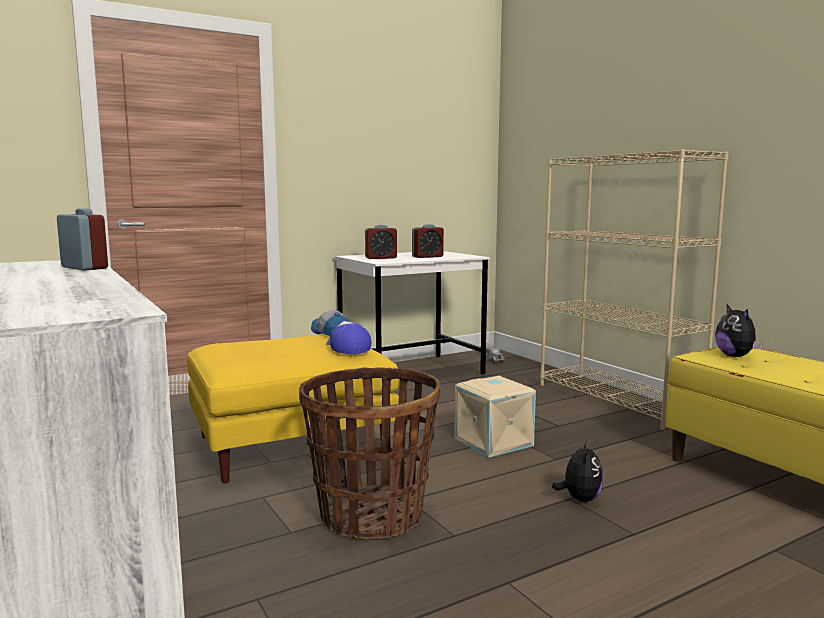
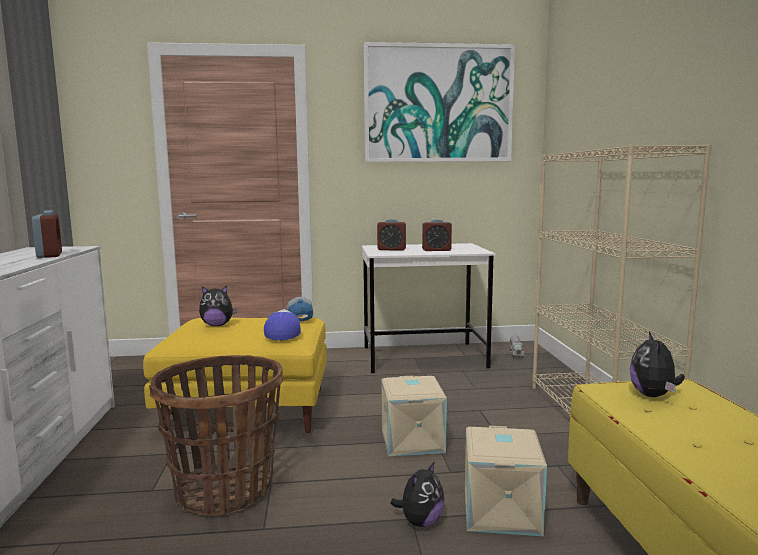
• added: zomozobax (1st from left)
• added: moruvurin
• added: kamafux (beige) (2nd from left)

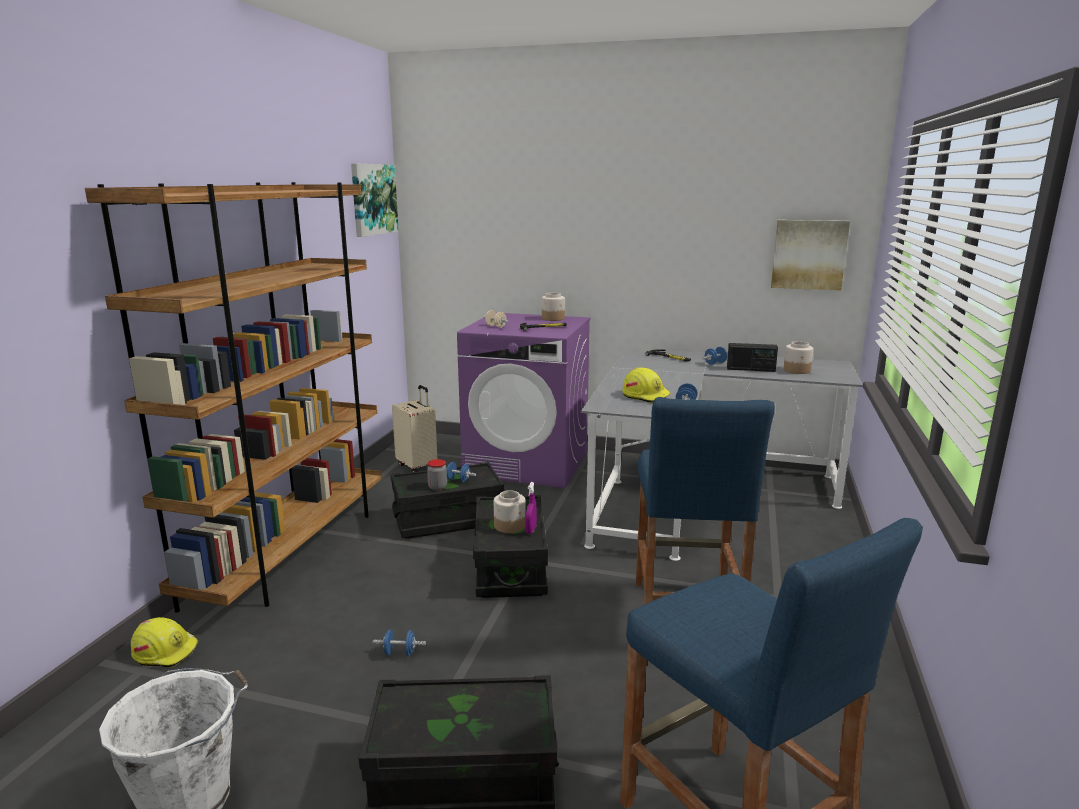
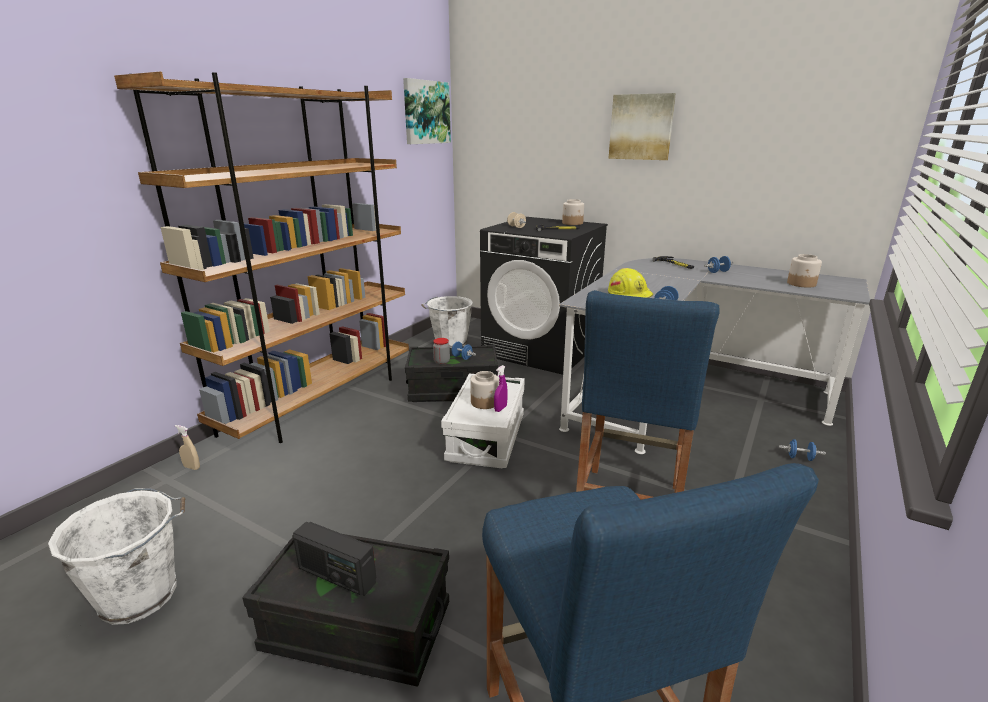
• replaced: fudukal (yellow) (1st from left) to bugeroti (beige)
• moved: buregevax
• replaced: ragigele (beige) to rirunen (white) (2nd from left)
• recoloured: kamafux (black) (3rd from left) to kamafux (white)
• recoloured: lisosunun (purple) to lisosunun (black)
• moved: moruvurin (2nd from left)
• moved: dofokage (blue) (1st from left in the first image) to dofokage (blue) (4th from left)

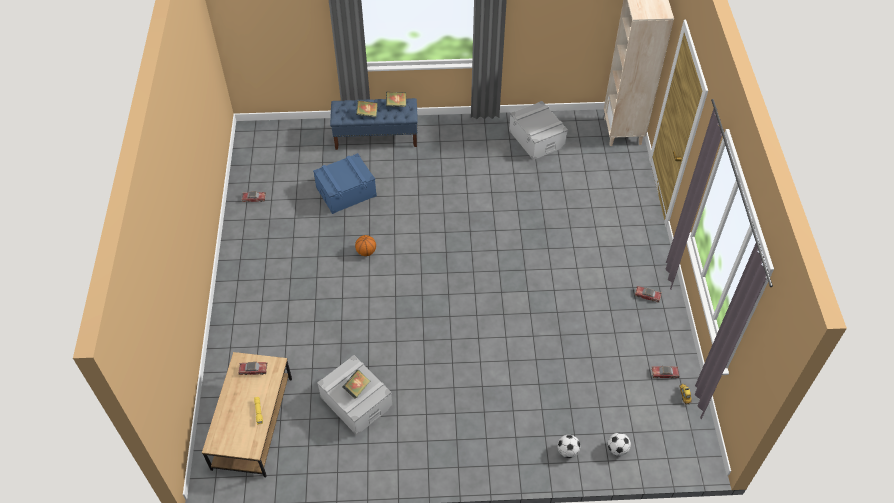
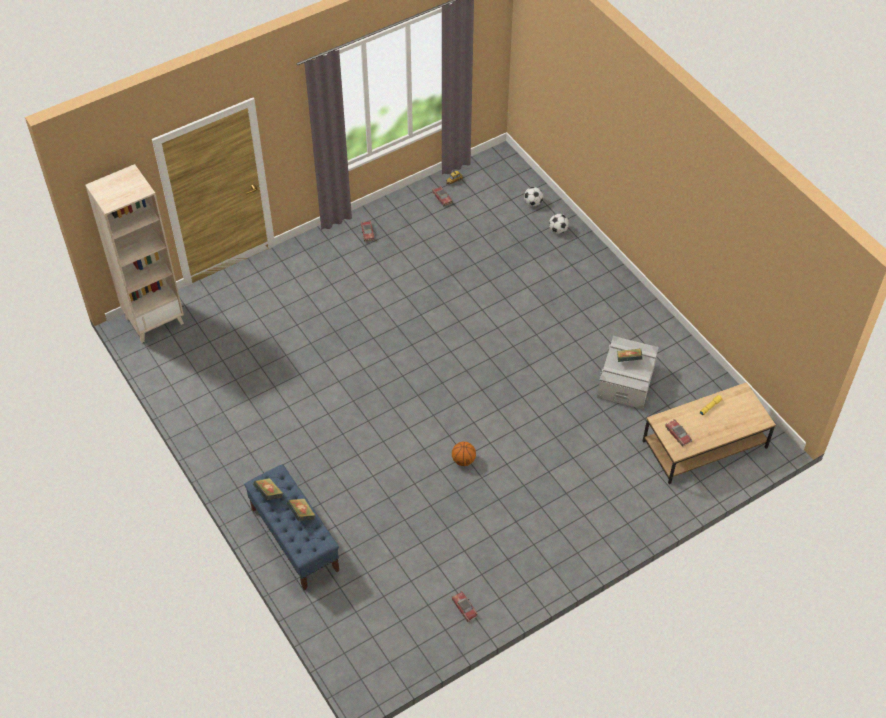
• removed: kamafux (blue)
• removed: kamafux (grey) (2nd from left)

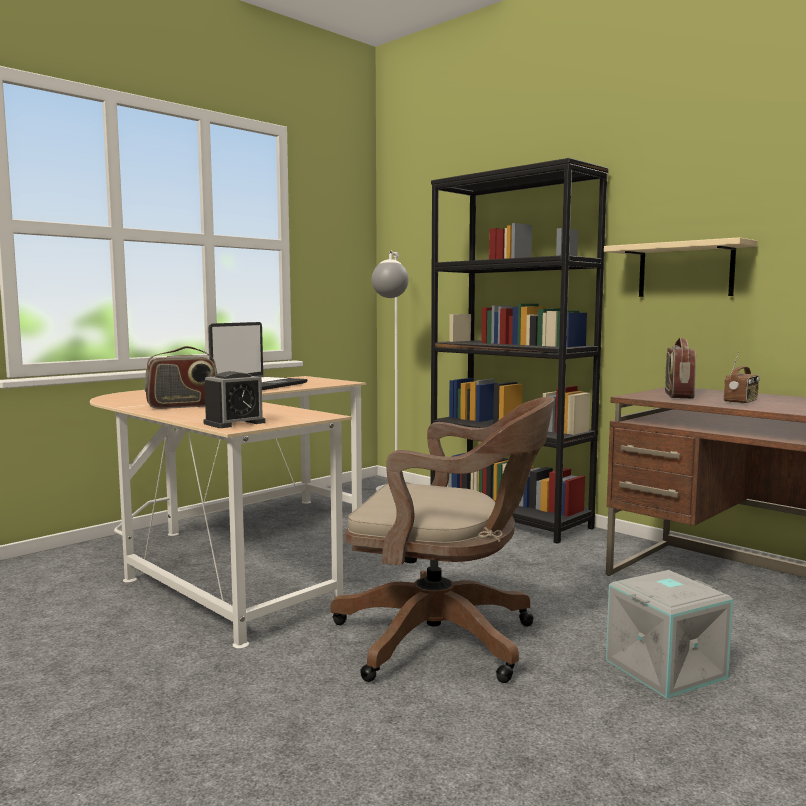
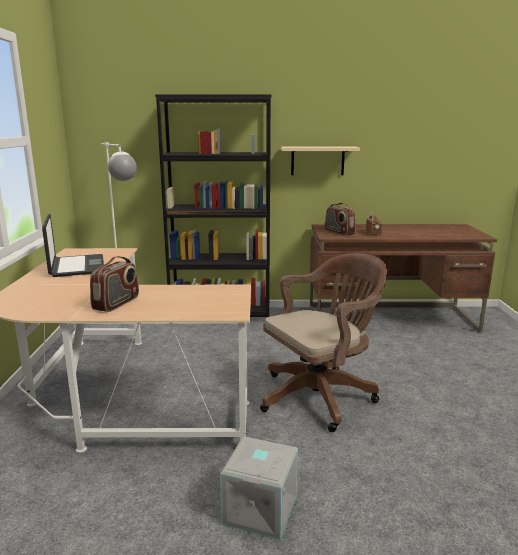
• moved: kamafux (grey)
• removed: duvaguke

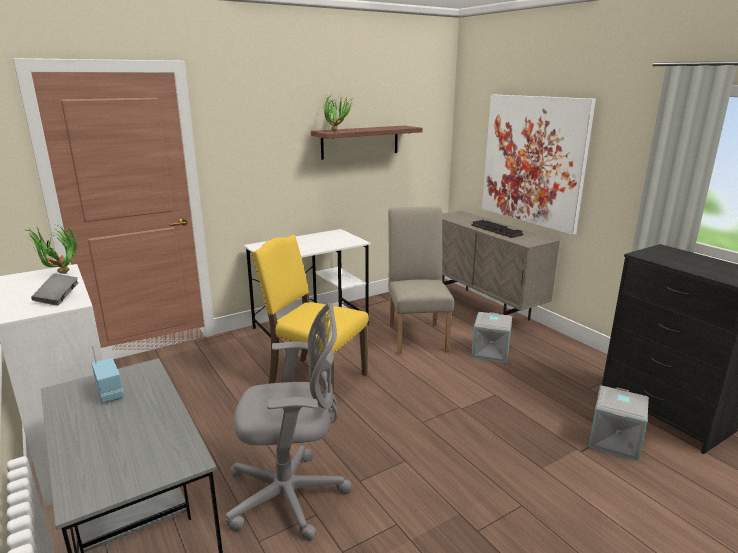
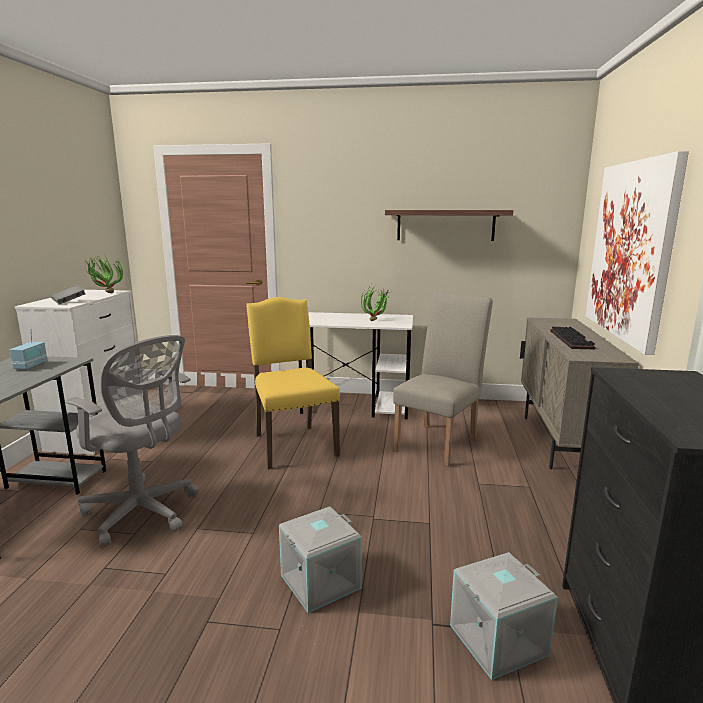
• moved: kamafux (grey) (1st from left)
• moved: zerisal (2nd from left)

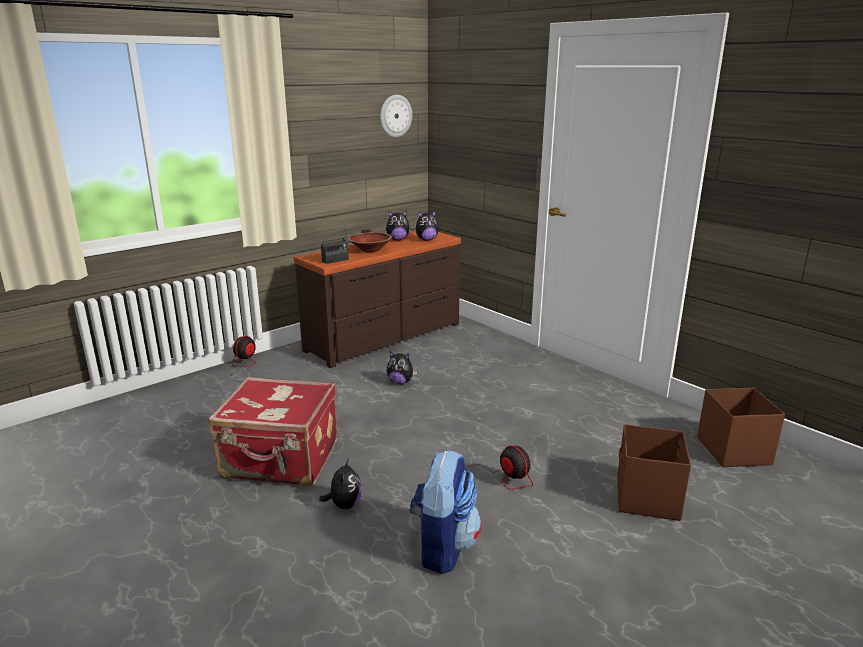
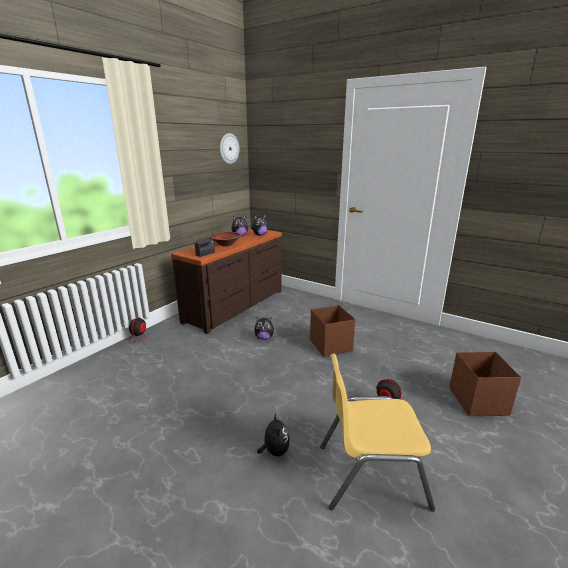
• moved: kamafux (brown) (2nd from left in the first image) to kamafux (brown) (1st from left)
• replaced: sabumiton to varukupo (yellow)
• removed: ragigele (red)

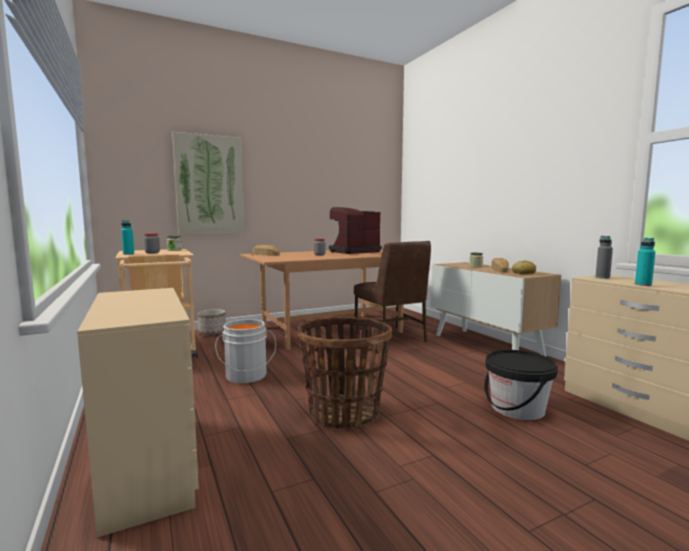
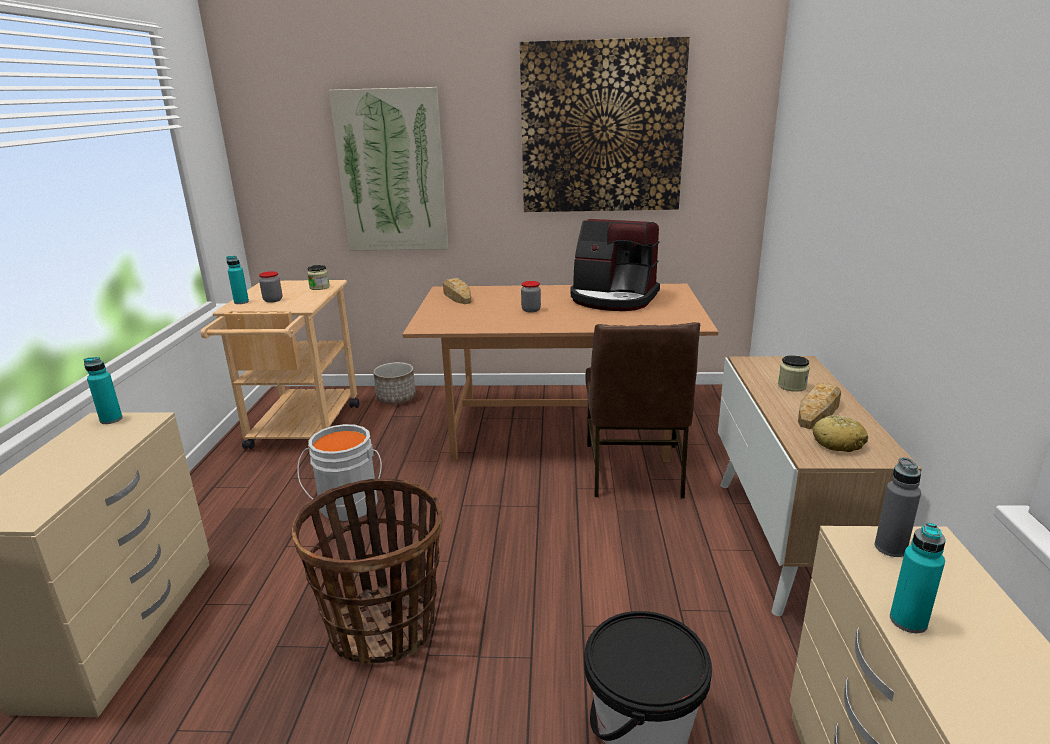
• added: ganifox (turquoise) (1st from left)
• added: moruvurin (2nd from left)
• turned: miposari 150 degrees counterclockwise

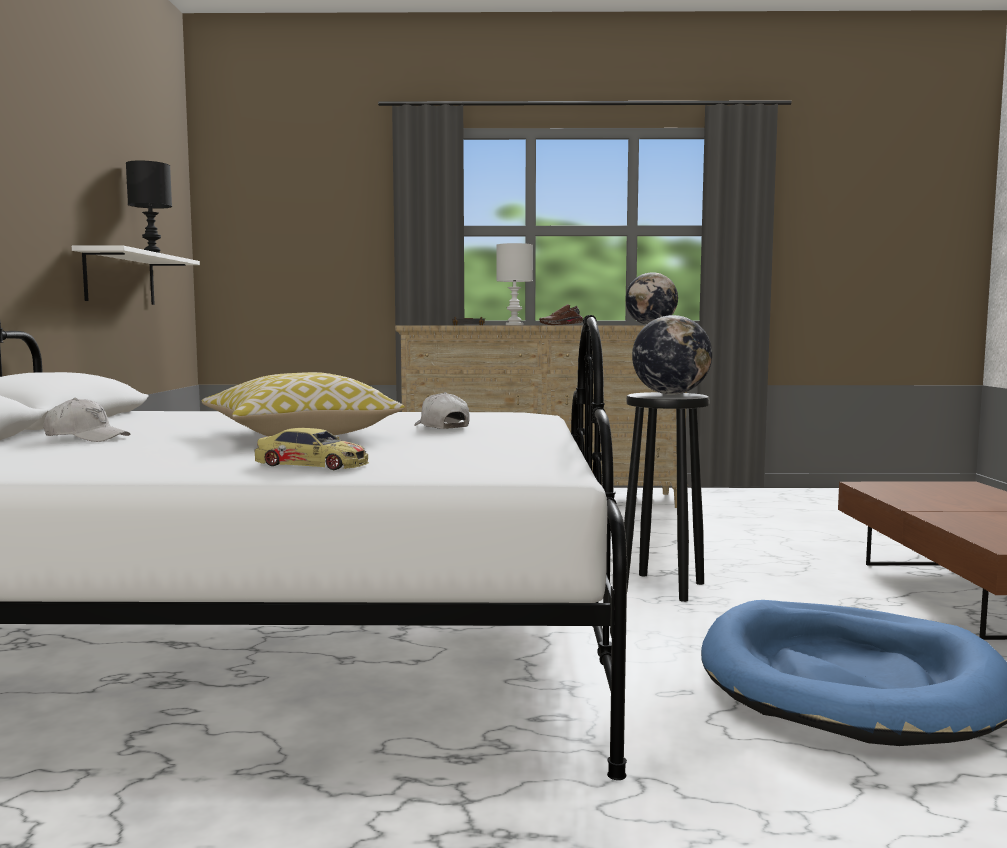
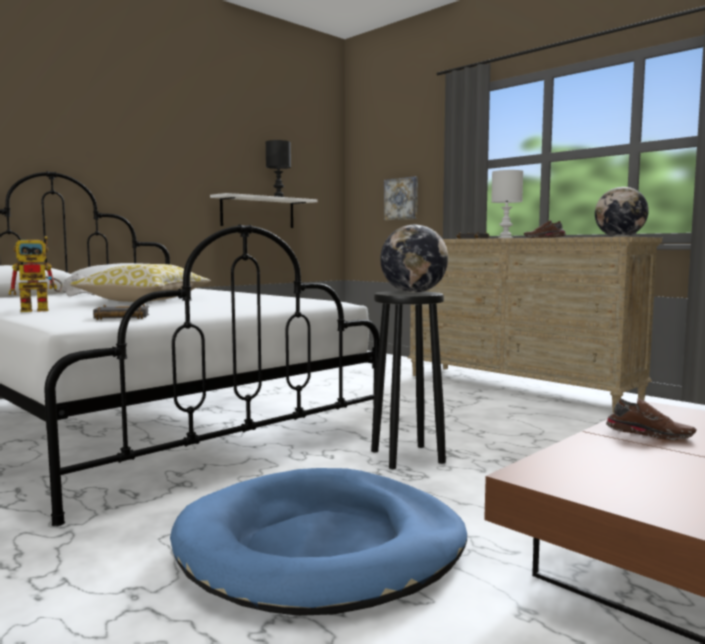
• replaced: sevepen to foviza
• added: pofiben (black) (1st from left)
• added: moruvurin
• added: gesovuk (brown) (2nd from left)
• removed: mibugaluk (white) (2nd from left)

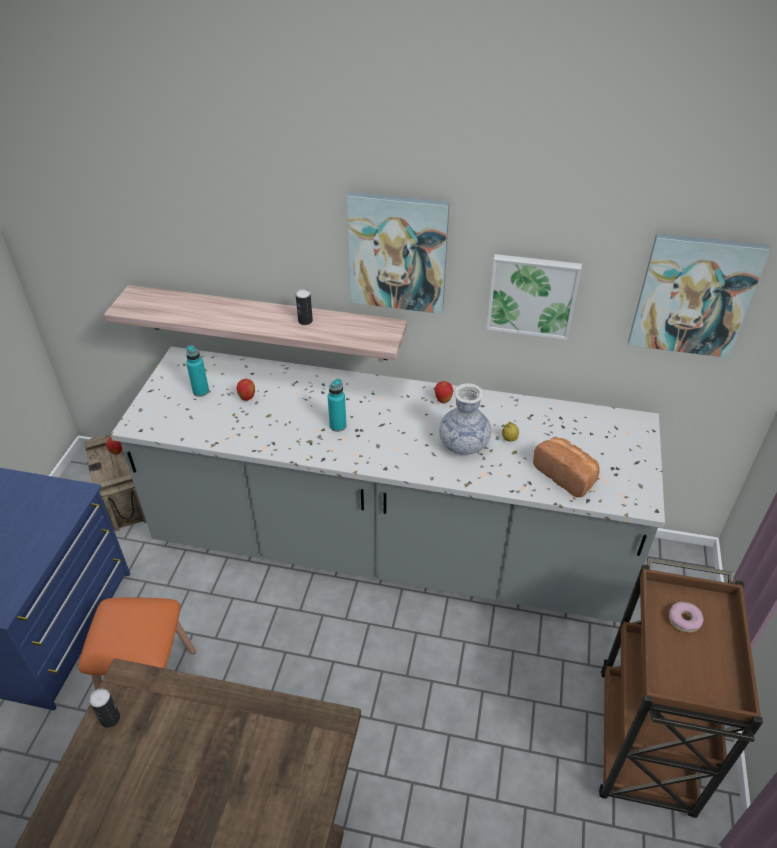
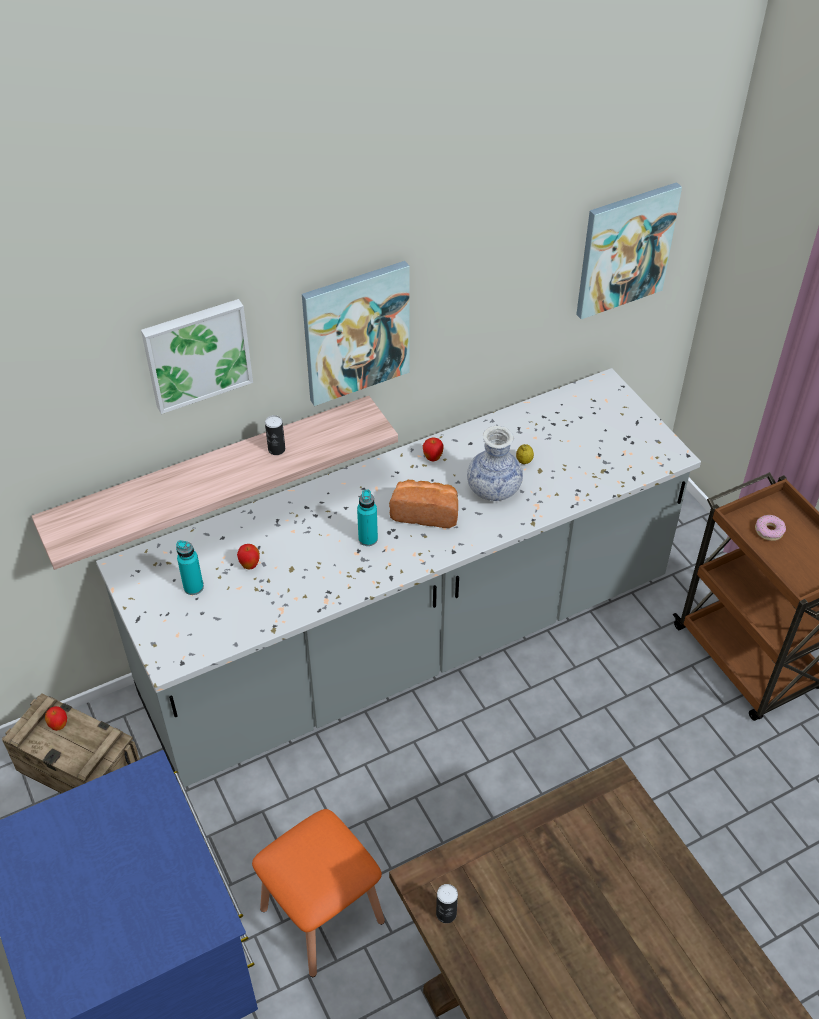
• moved: moruvurin (2nd from left in the first image) to moruvurin (1st from left)
• moved: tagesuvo

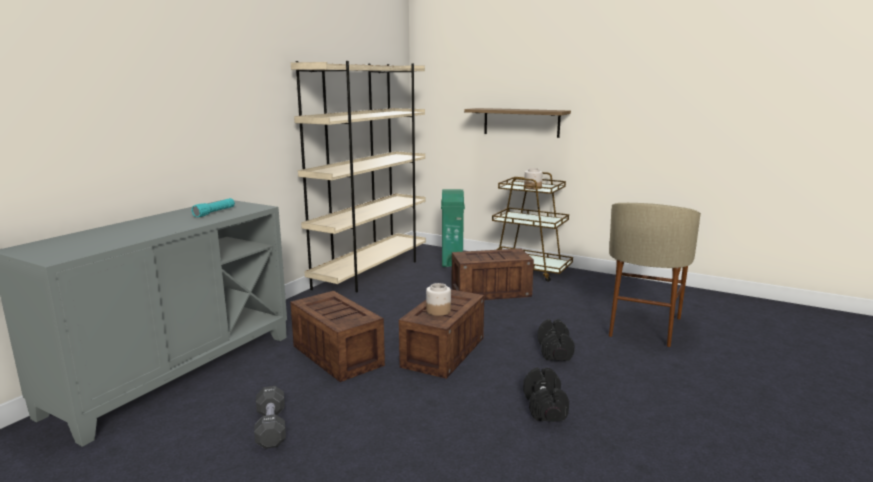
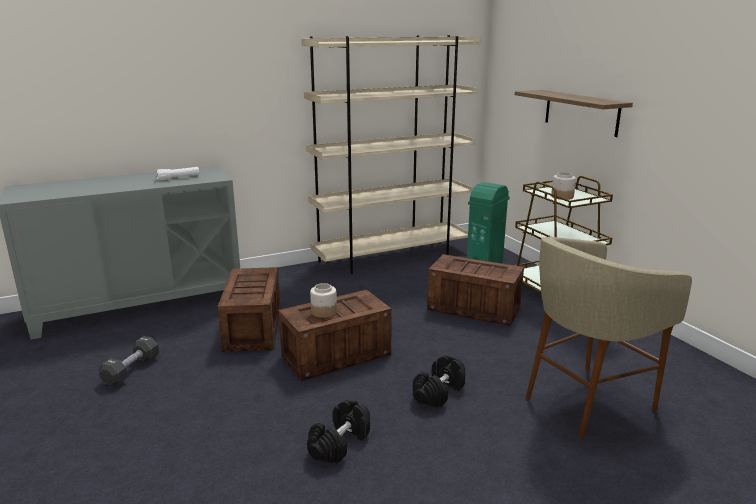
• recoloured: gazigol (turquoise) to gazigol (white)

